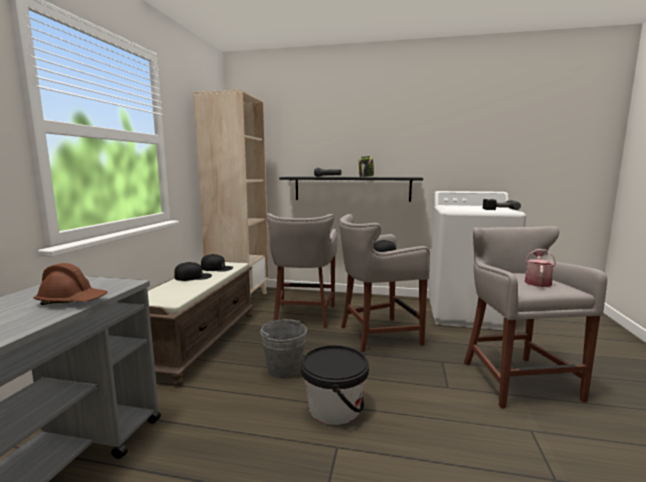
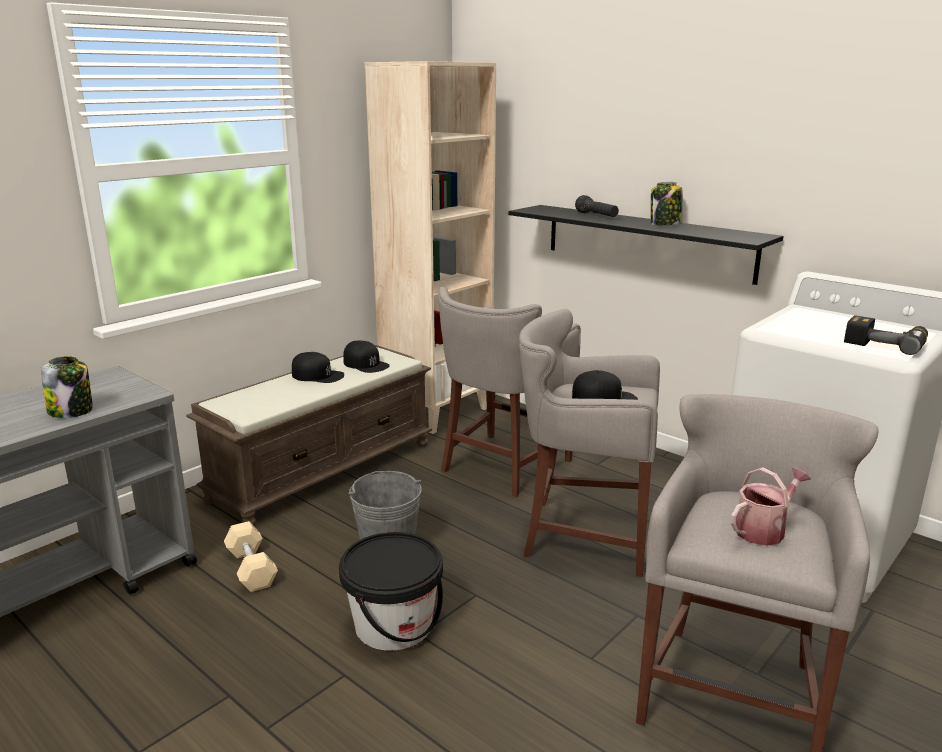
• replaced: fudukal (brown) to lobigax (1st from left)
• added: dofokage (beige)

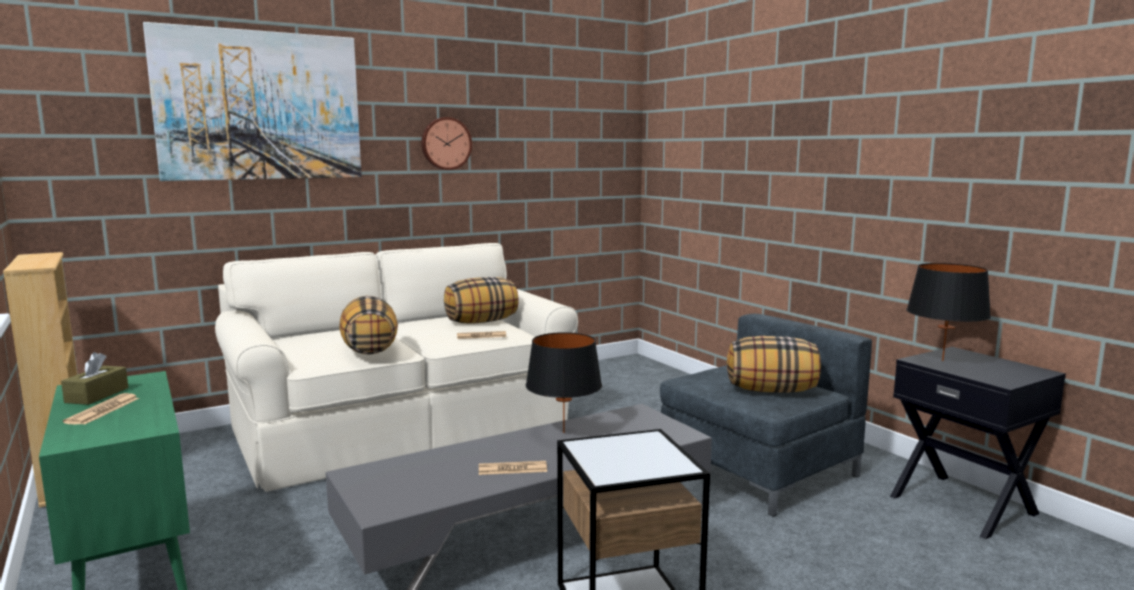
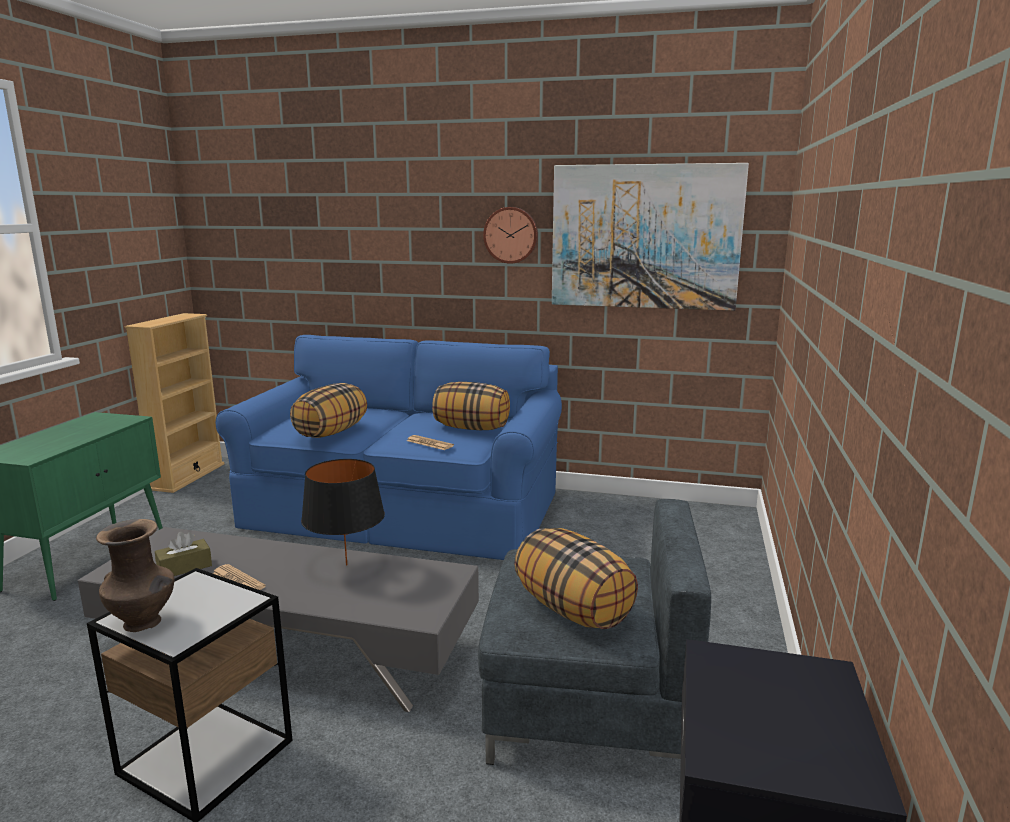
• added: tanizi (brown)
• moved: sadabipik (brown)
• recoloured: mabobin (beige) to mabobin (blue)
• moved: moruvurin
• removed: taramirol (1st from left)
• removed: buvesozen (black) (2nd from left)

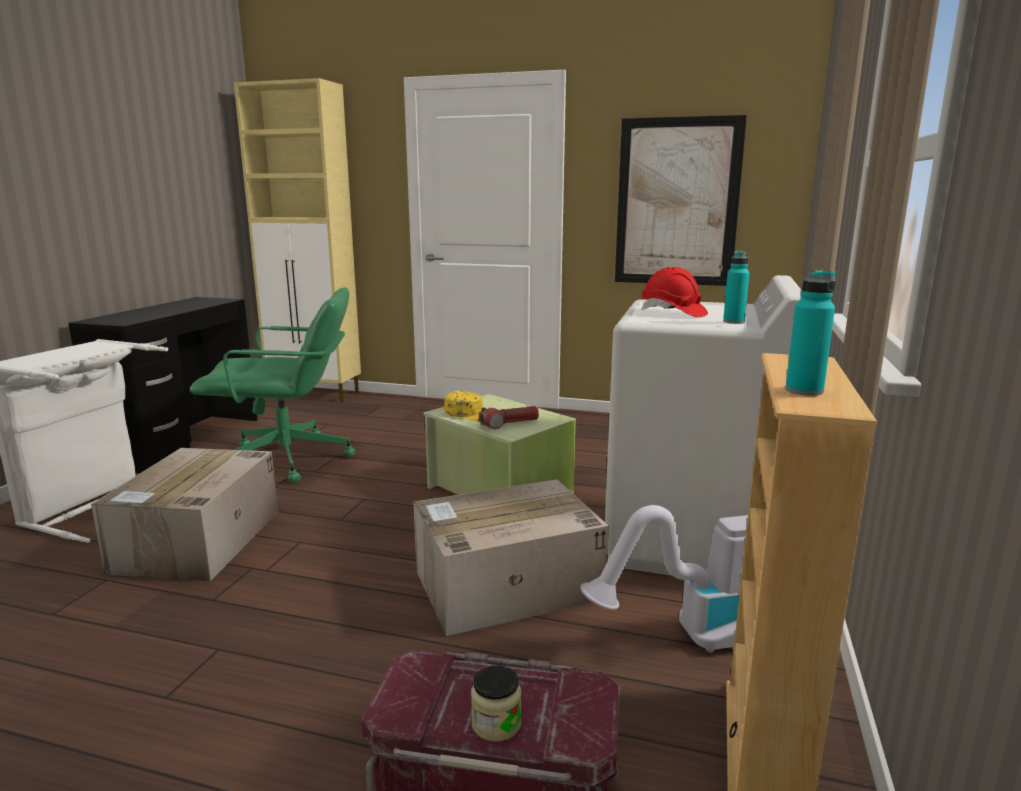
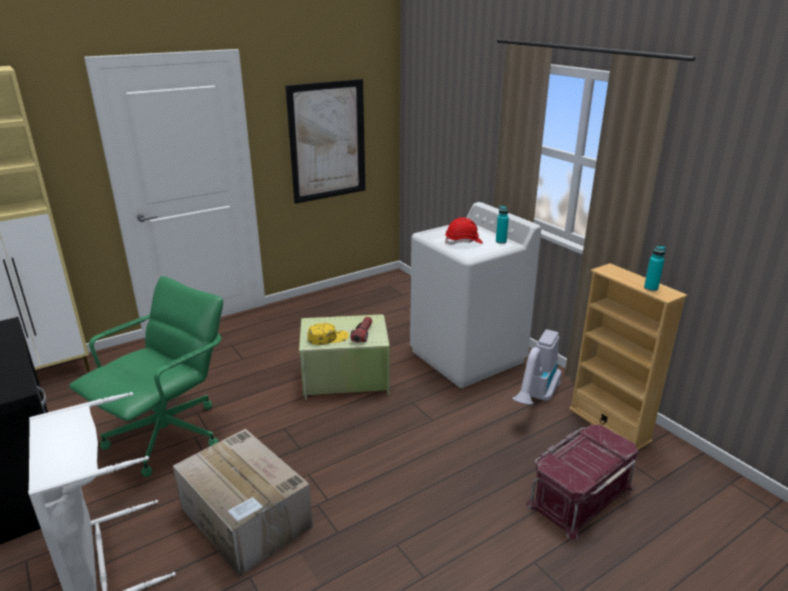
• removed: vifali (2nd from left)
• removed: lobigax

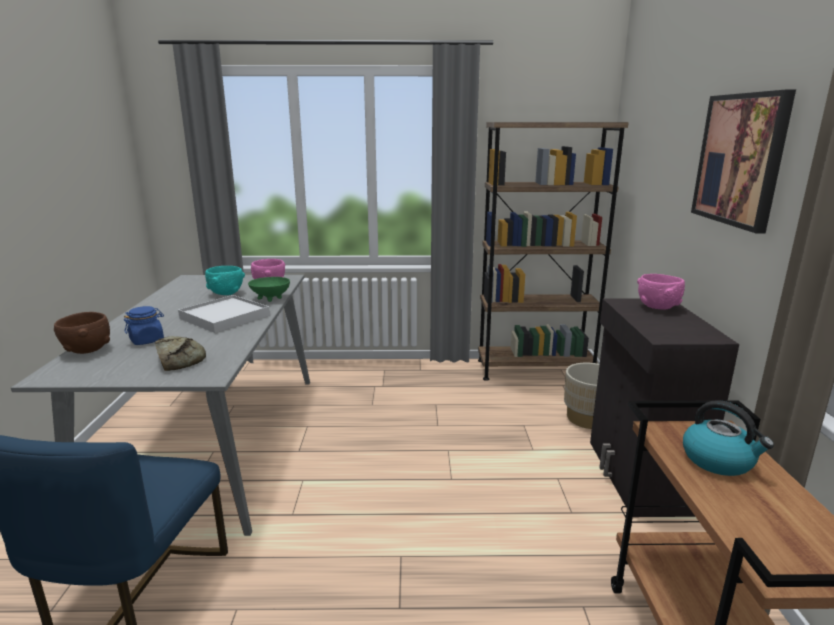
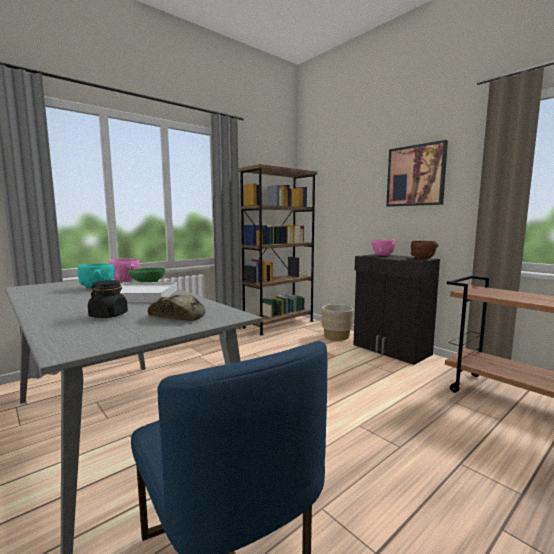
• recoloured: lobigax (blue) to lobigax (black)
• moved: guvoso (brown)
• removed: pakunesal

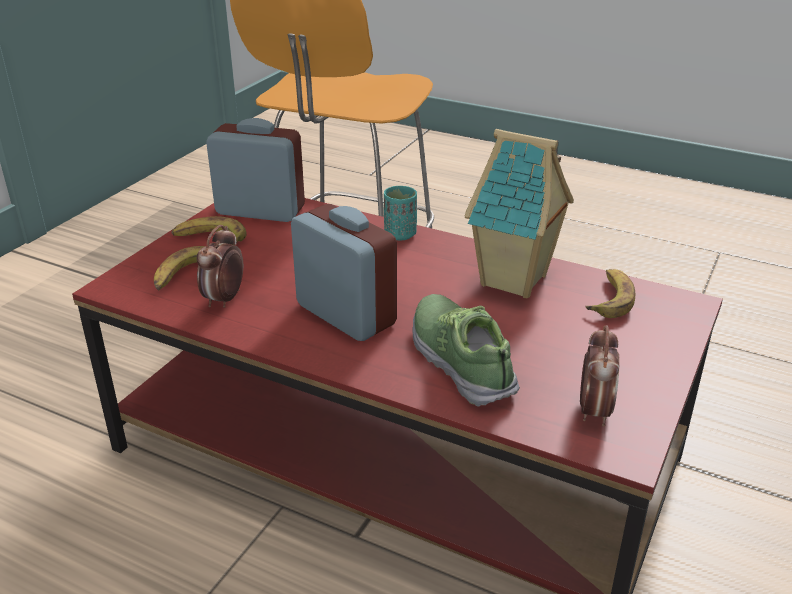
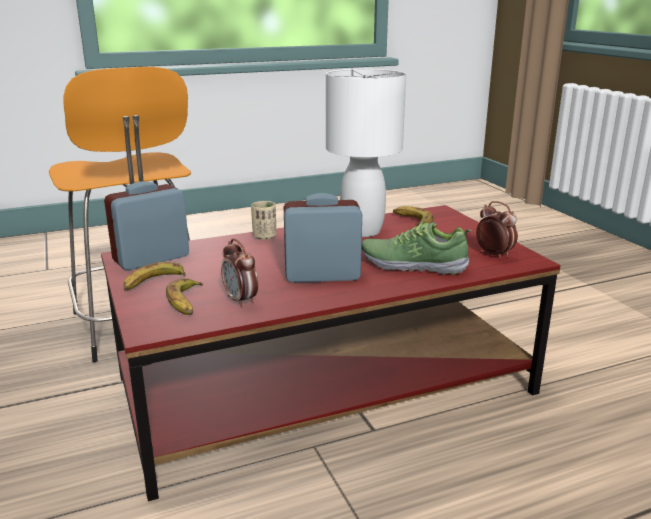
• recoloured: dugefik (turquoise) to dugefik (beige)
• replaced: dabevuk to buvesozen (white)

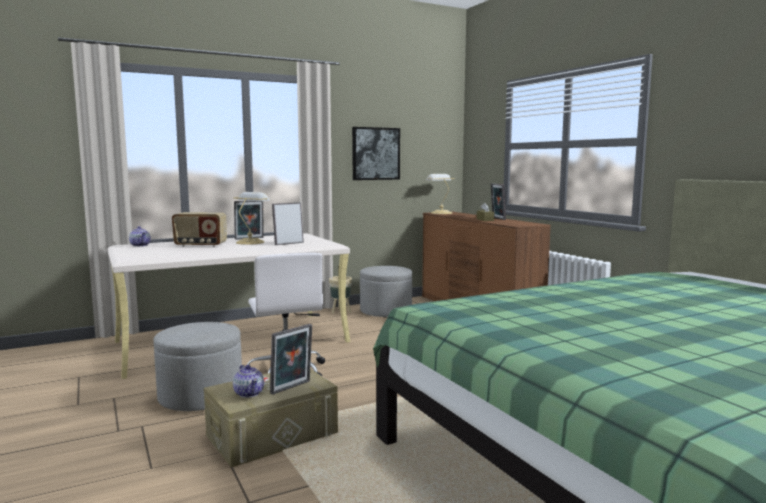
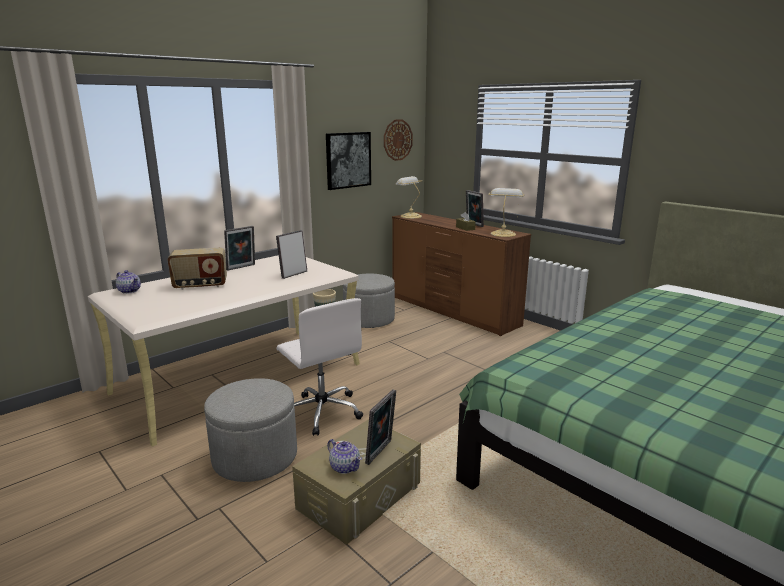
• added: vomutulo
• moved: buvesozen (1st from left in the first image) to buvesozen (2nd from left)

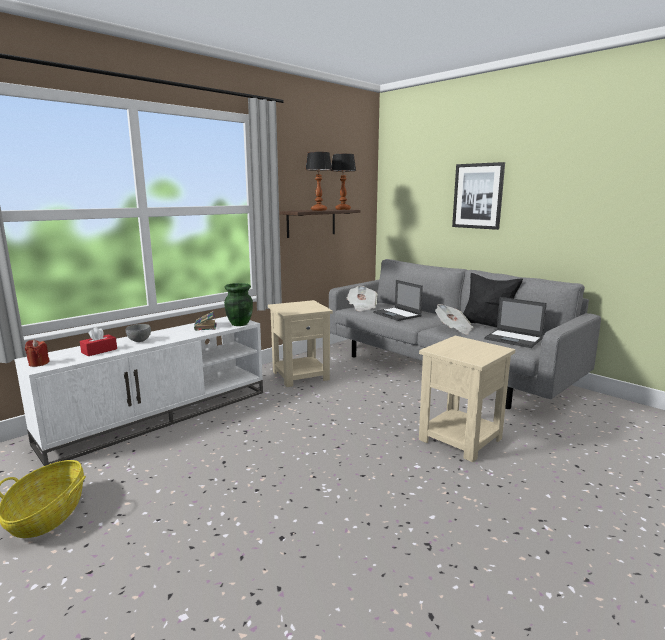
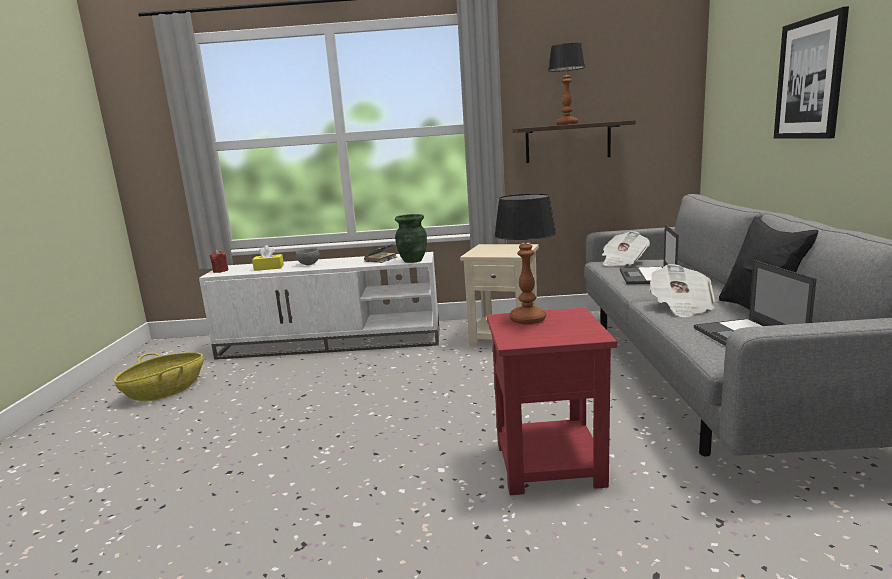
• recoloured: sadabipik (red) to sadabipik (yellow)
• recoloured: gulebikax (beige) (2nd from left) to gulebikax (red)
• moved: buvesozen (2nd from left in the first image) to buvesozen (1st from left)

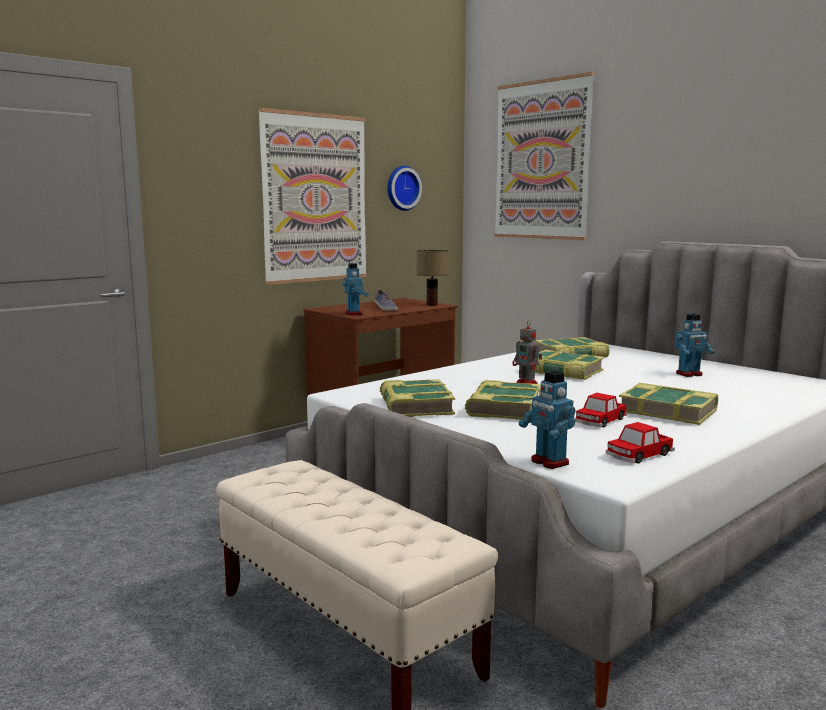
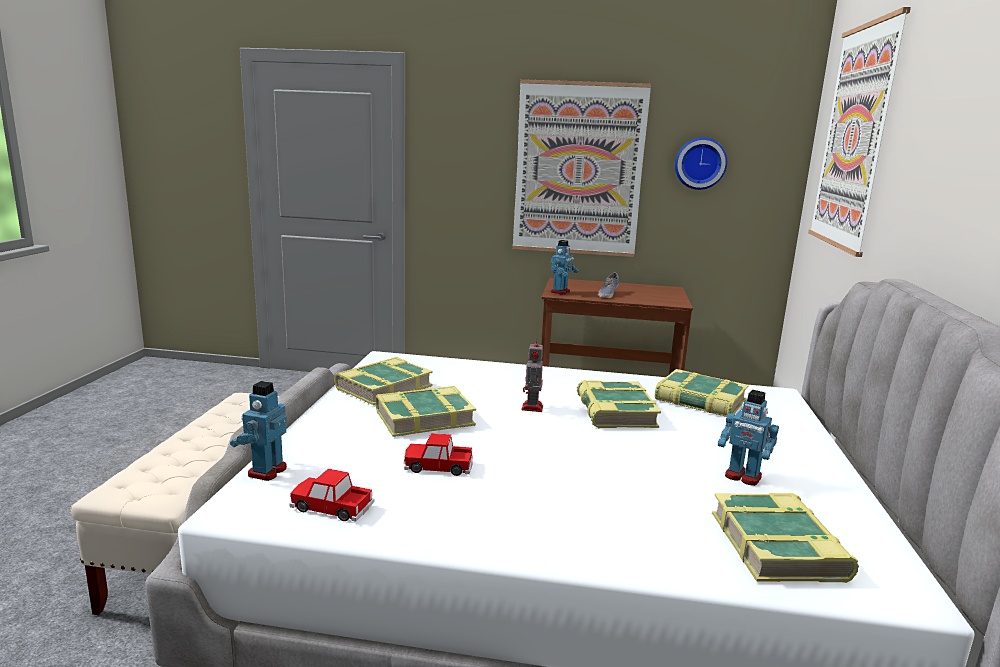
• moved: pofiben (5th from left)
• removed: buvesozen

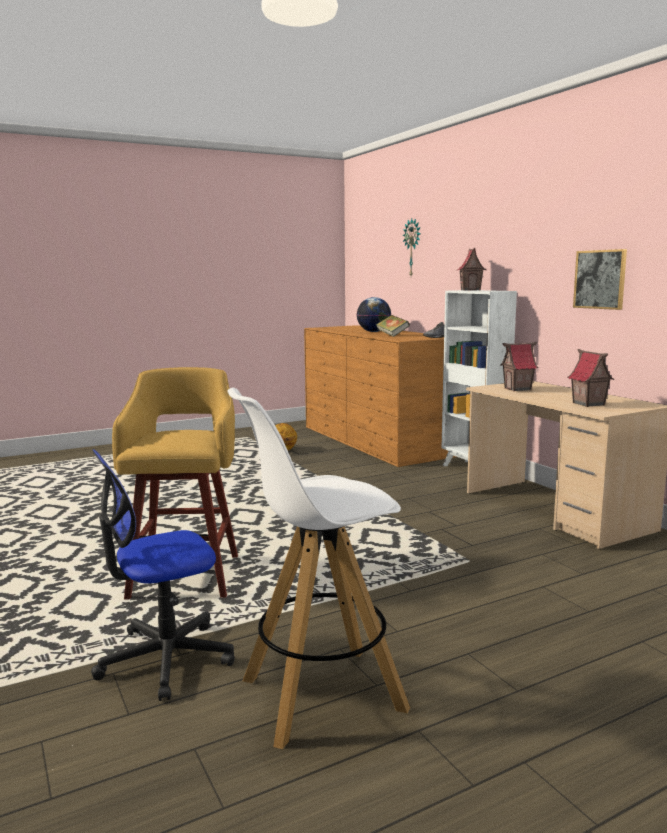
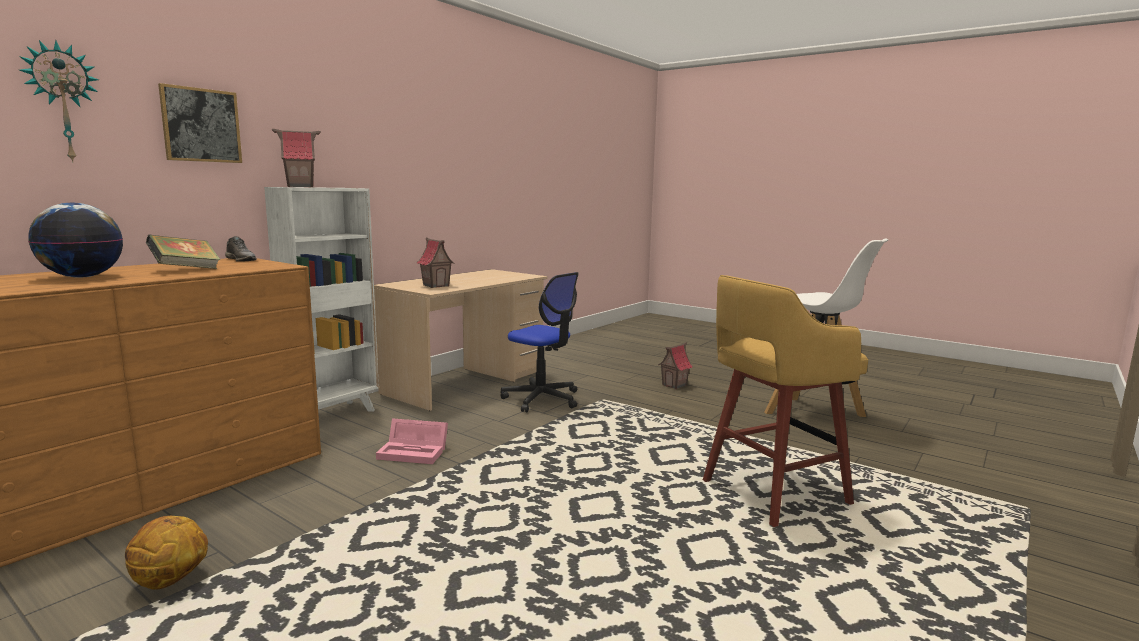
• moved: moruvurin
• added: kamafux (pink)
• moved: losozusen
• moved: dabevuk (3rd from left)

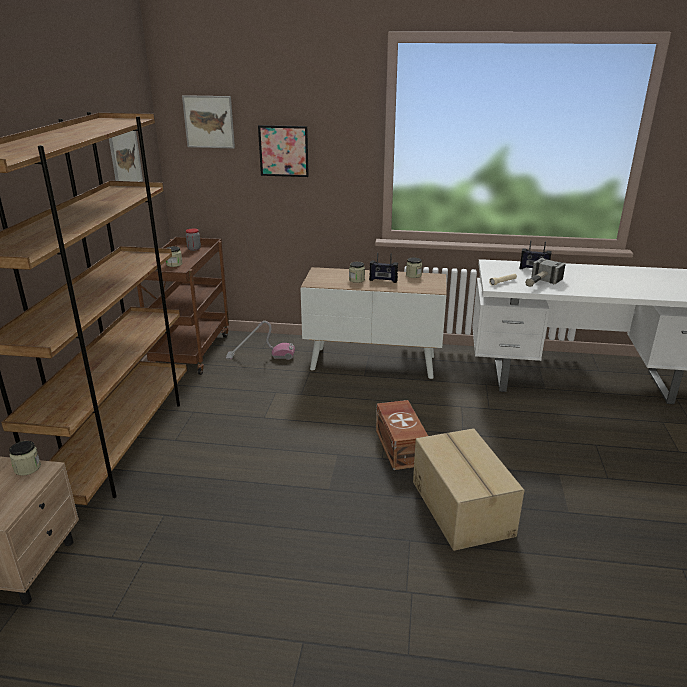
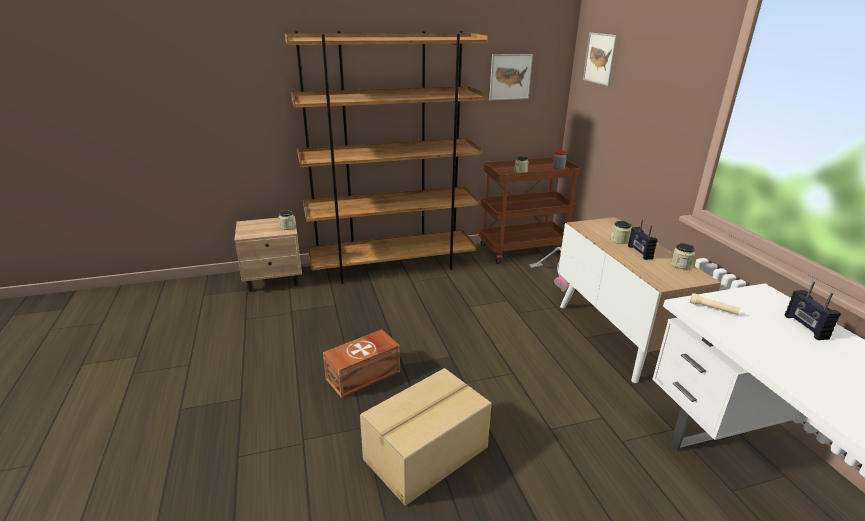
• moved: kamafux (brown)
• removed: moruvurin (3rd from left)
• removed: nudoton

